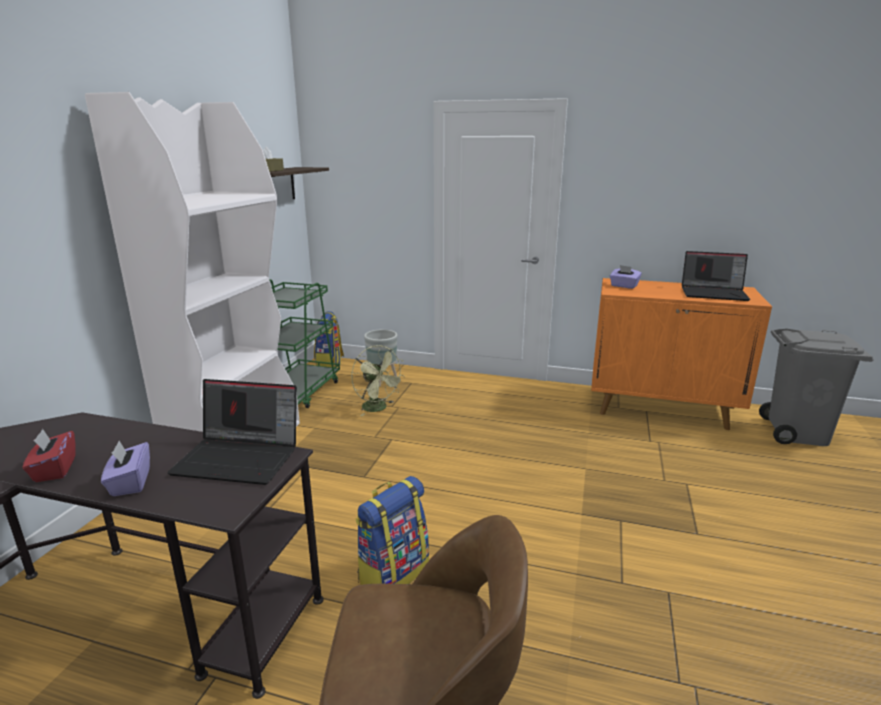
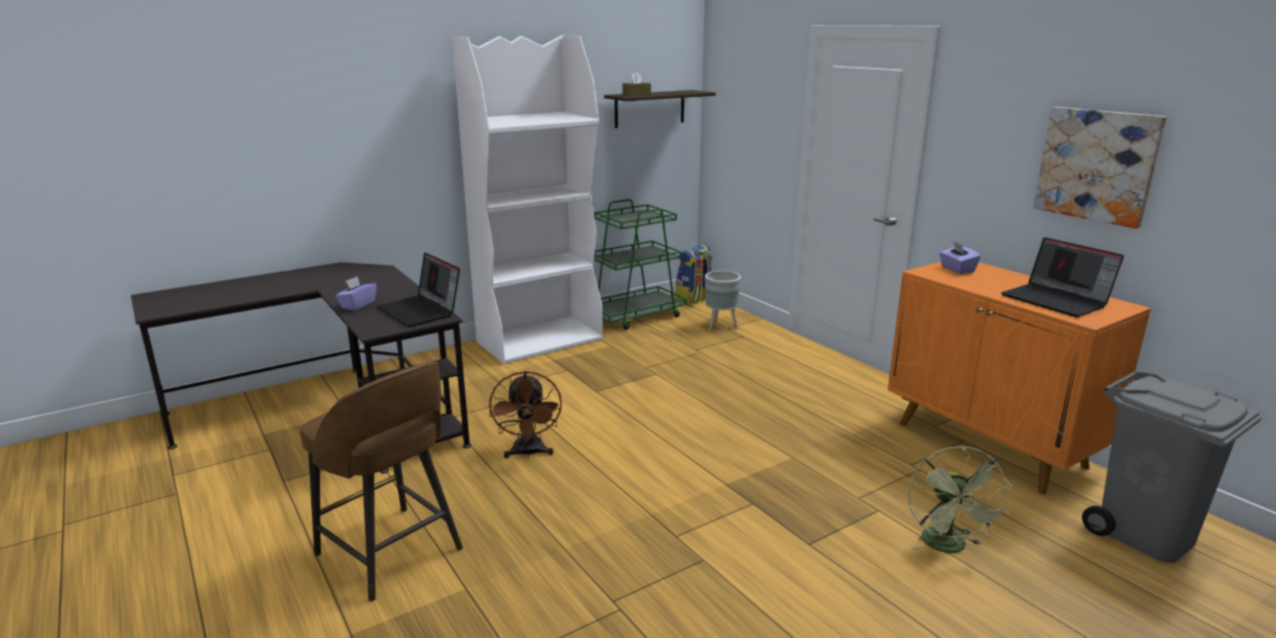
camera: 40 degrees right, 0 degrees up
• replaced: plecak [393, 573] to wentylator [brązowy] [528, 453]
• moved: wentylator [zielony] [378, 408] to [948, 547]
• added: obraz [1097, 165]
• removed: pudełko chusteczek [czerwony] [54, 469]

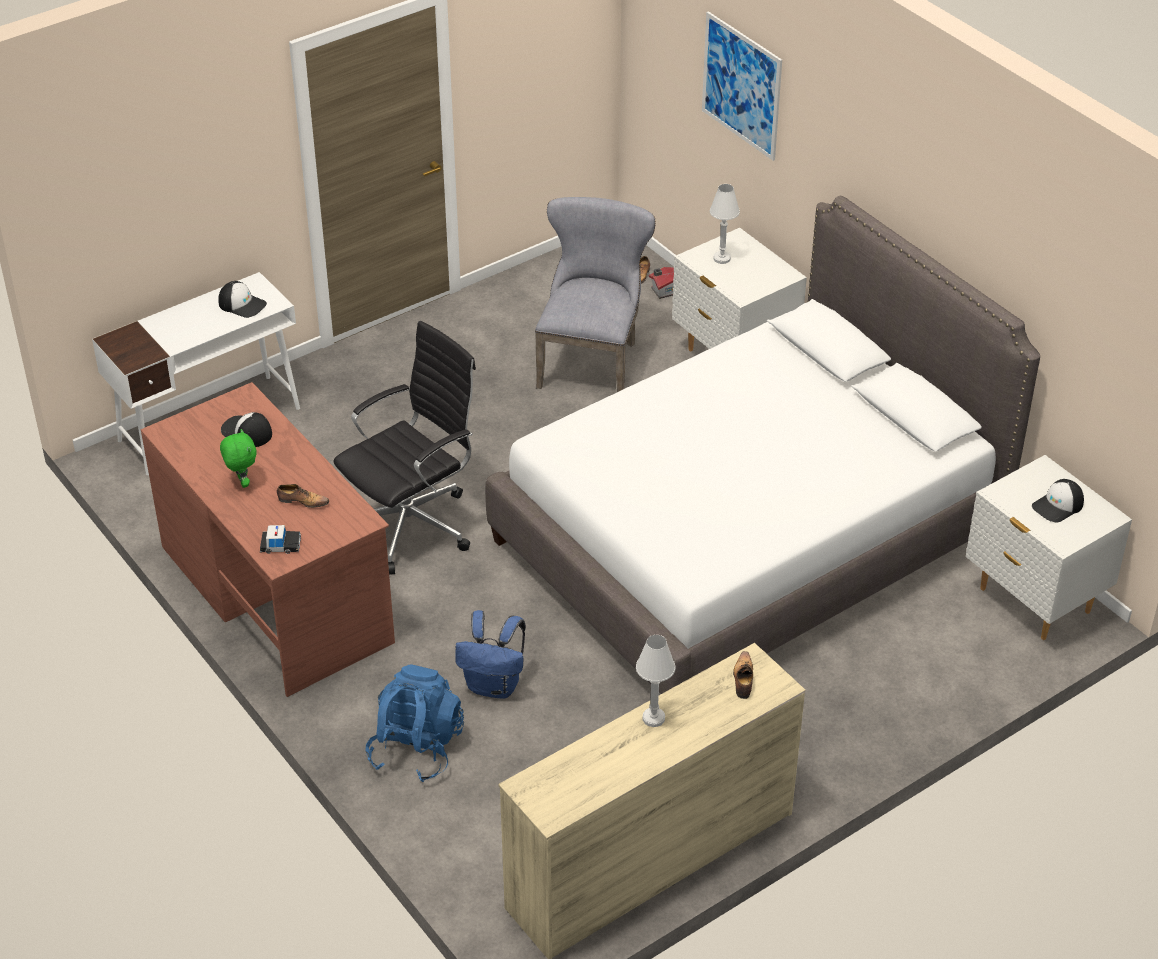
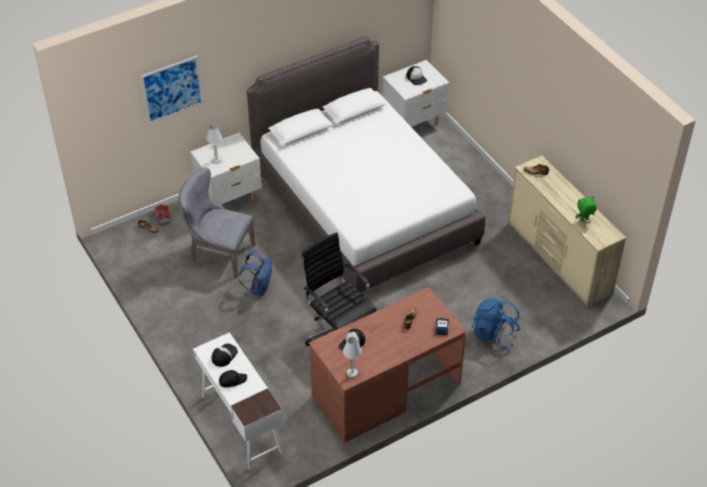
camera: 85 degrees left, 5 degrees up
• added: czapka z daszkiem [czarny] [232, 380]
• moved: plecak [niebieski] [494, 686] to [259, 288]
• moved: lampa stołowa [biały] [653, 718] to [352, 373]
• moved: pluszak [zielony] [242, 482] to [584, 220]

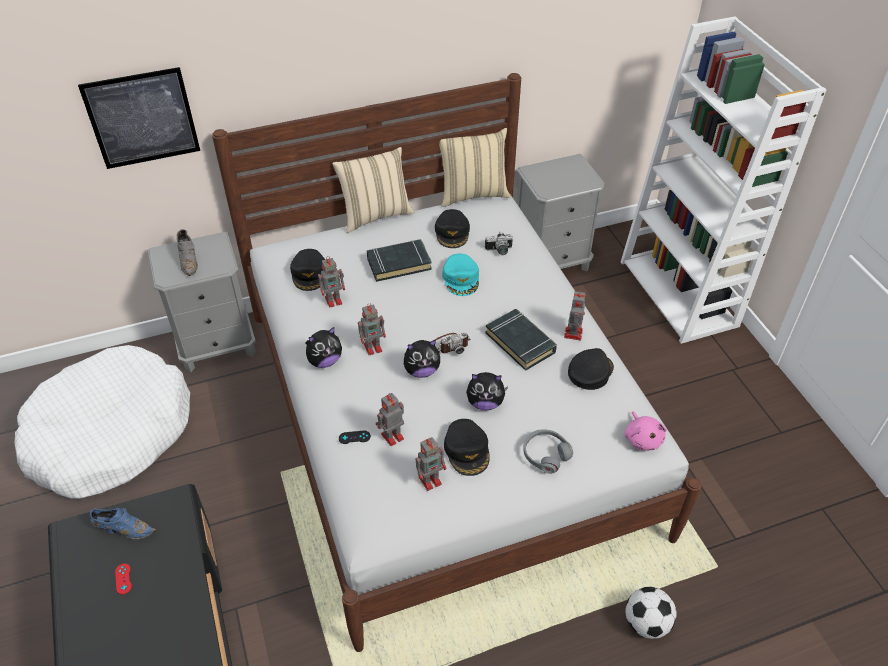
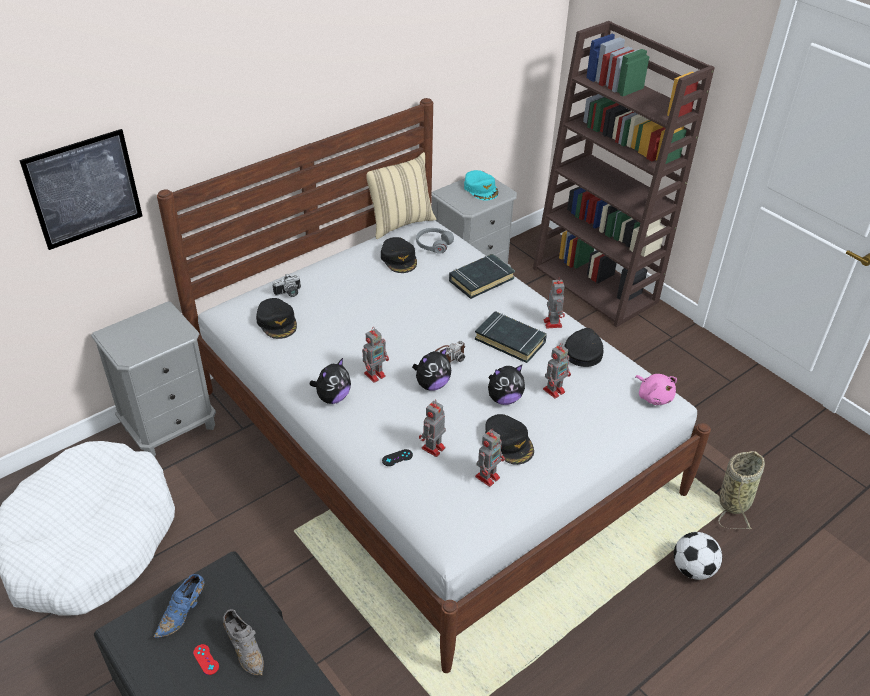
camera: 20 degrees left, 5 degrees down
• turned: but [niebieski] [124, 530] = [183, 613] 135 degrees clockwise
• moved: but [szary] [189, 261] to [245, 649]
• moved: aparat fotograficzny [499, 251] to [289, 293]
• moved: słuchawki [szary] [545, 454] to [433, 244]
• moved: książka [czarny] [399, 263] to [481, 279]
• moved: czapka z daszkiem [turkusowy] [461, 278] to [481, 189]
• recoloured: regał [biały] [679, 294] to regał [brązowy] [596, 285]
• moved: robot zabawkowy [334, 300] to [554, 390]
• added: koszyk [735, 500]
• removed: poduszka [beżowy] [375, 215]

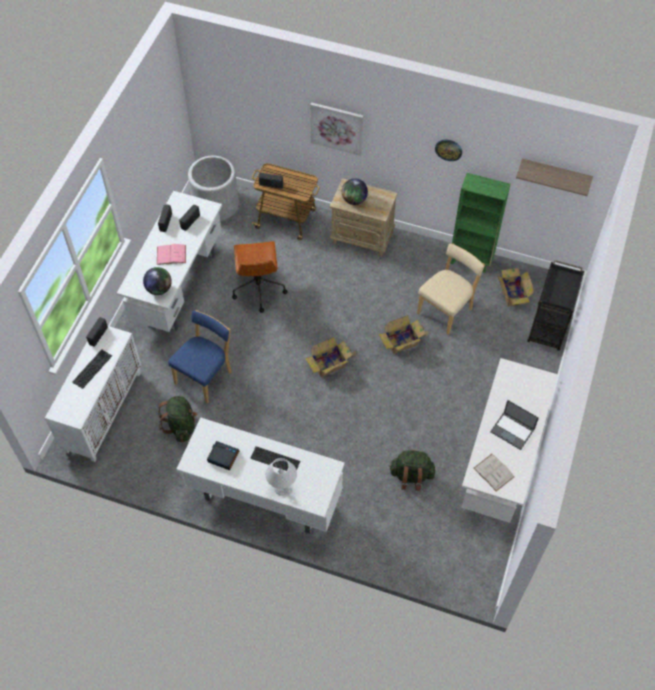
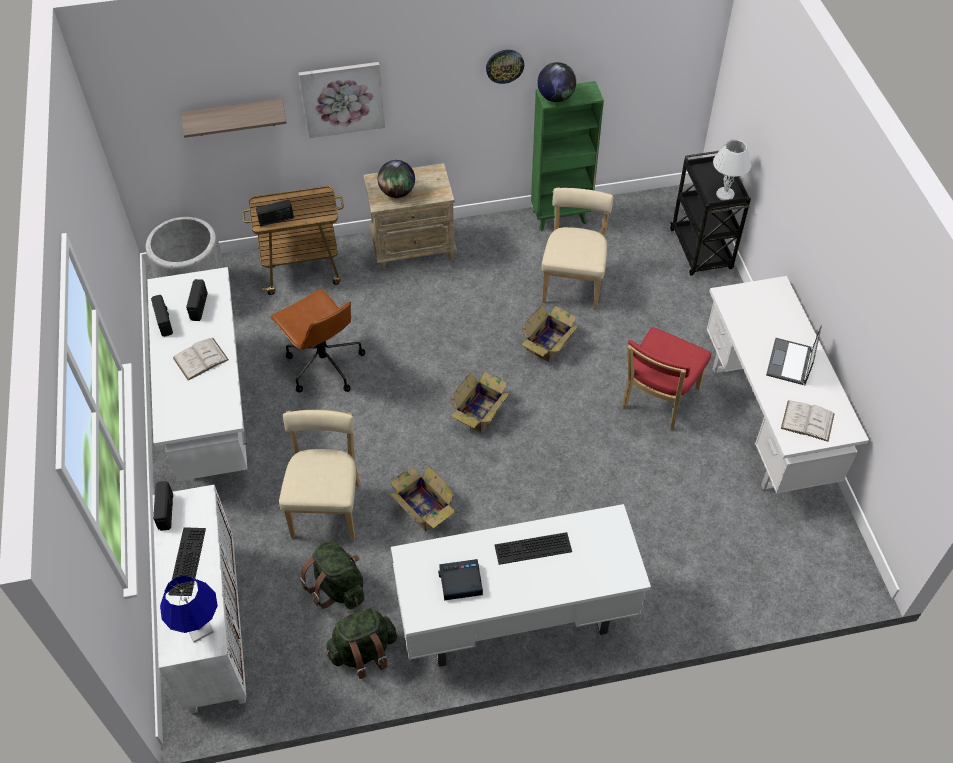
camera: 30 degrees left, 5 degrees down
• added: lampa stołowa [niebieski] [199, 628]
• recoloured: książka [różowy] [171, 254] to książka [biały] [200, 359]
• moved: półka [555, 174] to [235, 117]
• recoloured: krzesło [niebieski] [205, 376] to krzesło [beżowy] [328, 506]
• moved: plecak [zielony] [411, 476] to [363, 652]
• moved: karton [513, 293] to [422, 507]
• moved: globus [159, 289] to [555, 97]
• added: krzesło [czerwony] [658, 400]
• moved: lampa stołowa [biały] [282, 488] to [725, 194]
• turned: laptop [512, 431] = [790, 362] 105 degrees clockwise

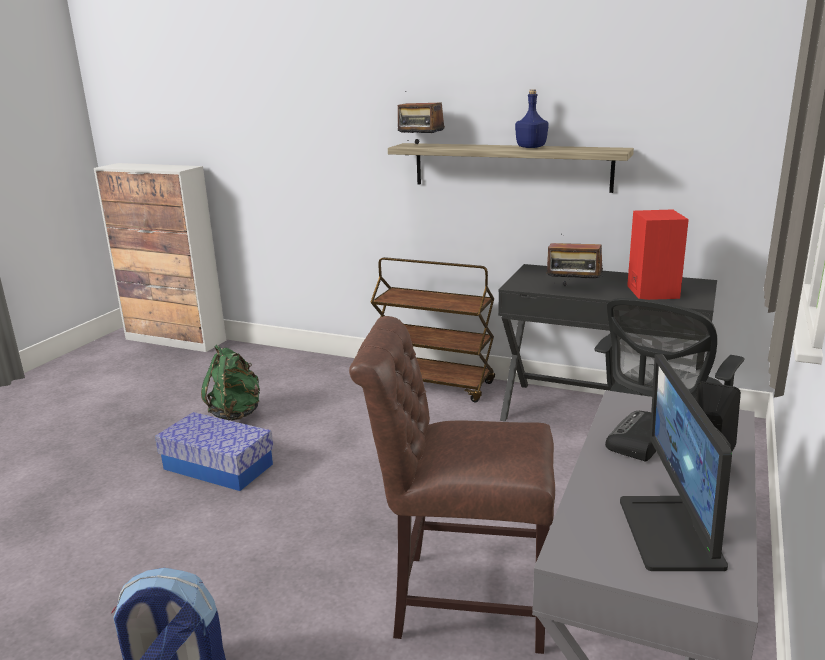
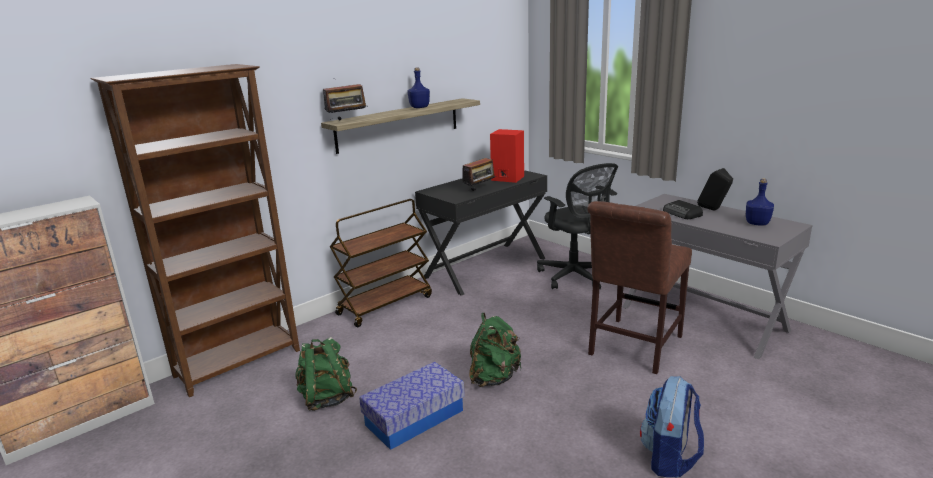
camera: 65 degrees left, 0 degrees up
• added: regał [brązowy] [239, 363]
• added: plecak [zielony] [493, 378]
• replaced: monitor [673, 533] to butelka [niebieski] [758, 223]

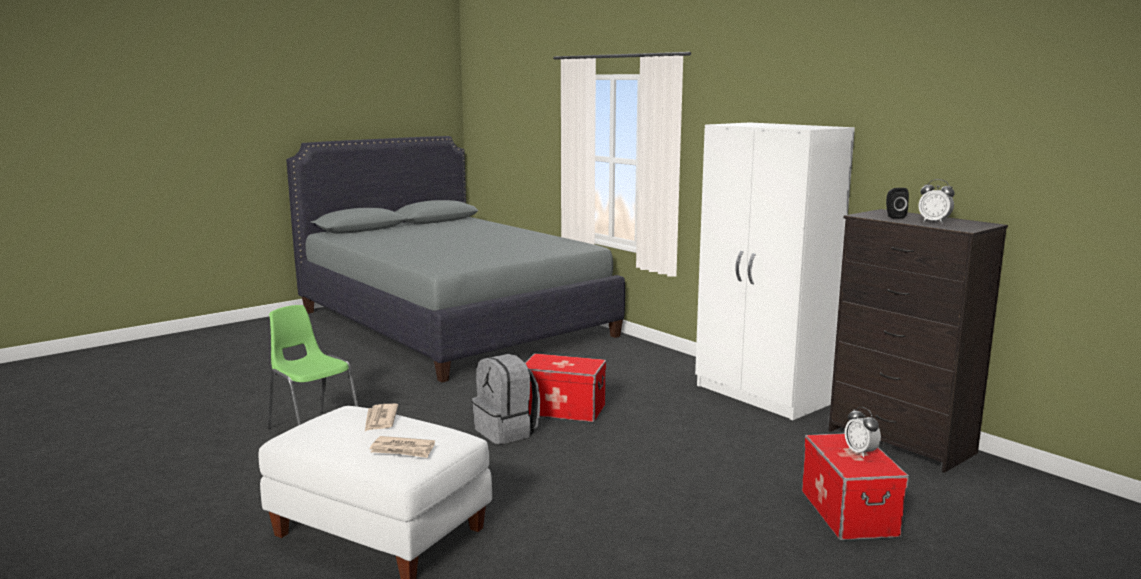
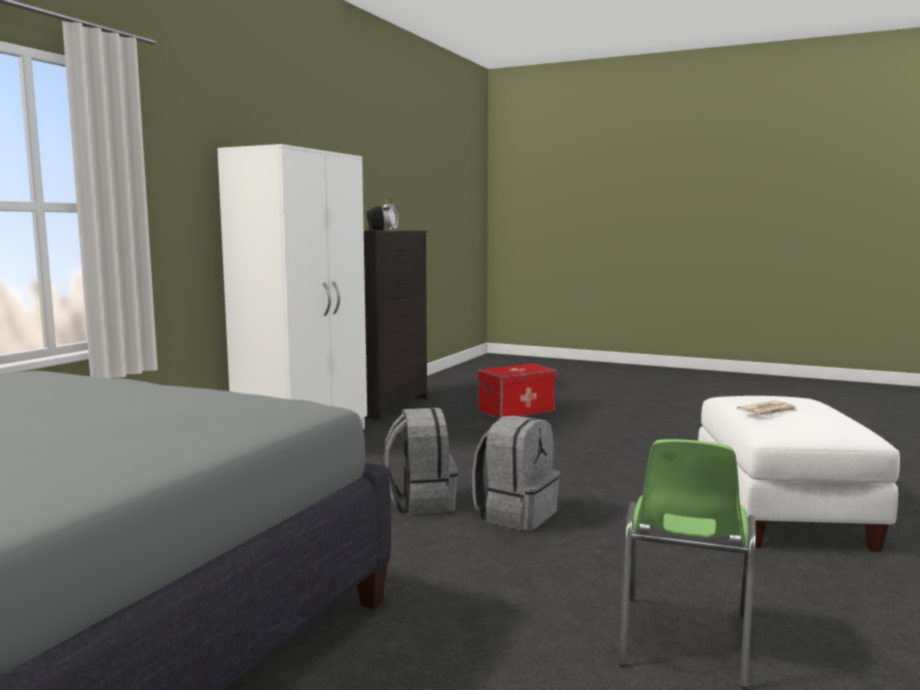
camera: 115 degrees left, 5 degrees down
• replaced: pojemnik do przechowywania [564, 410] to plecak [szary] [420, 502]
• removed: gazeta [403, 450]
• removed: budzik [860, 452]

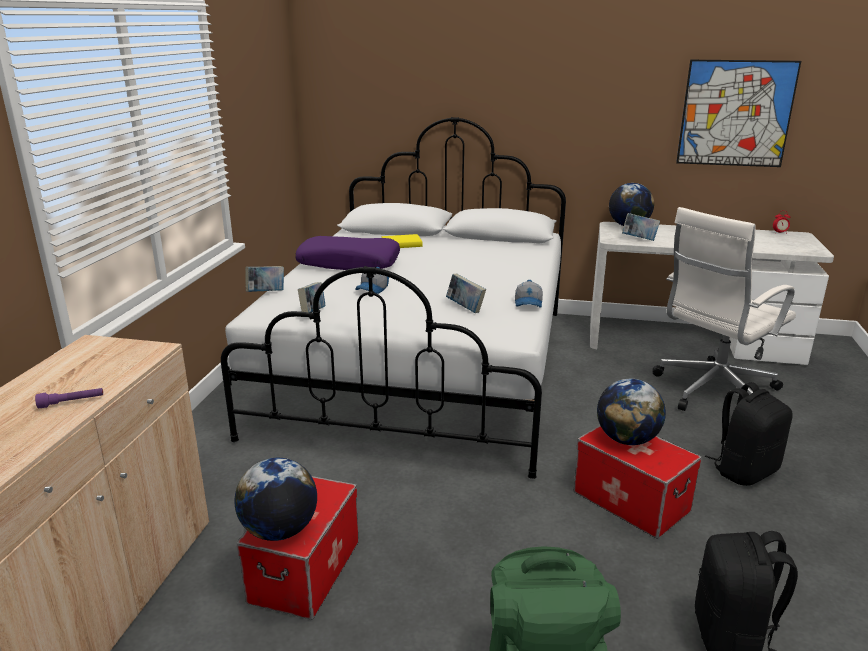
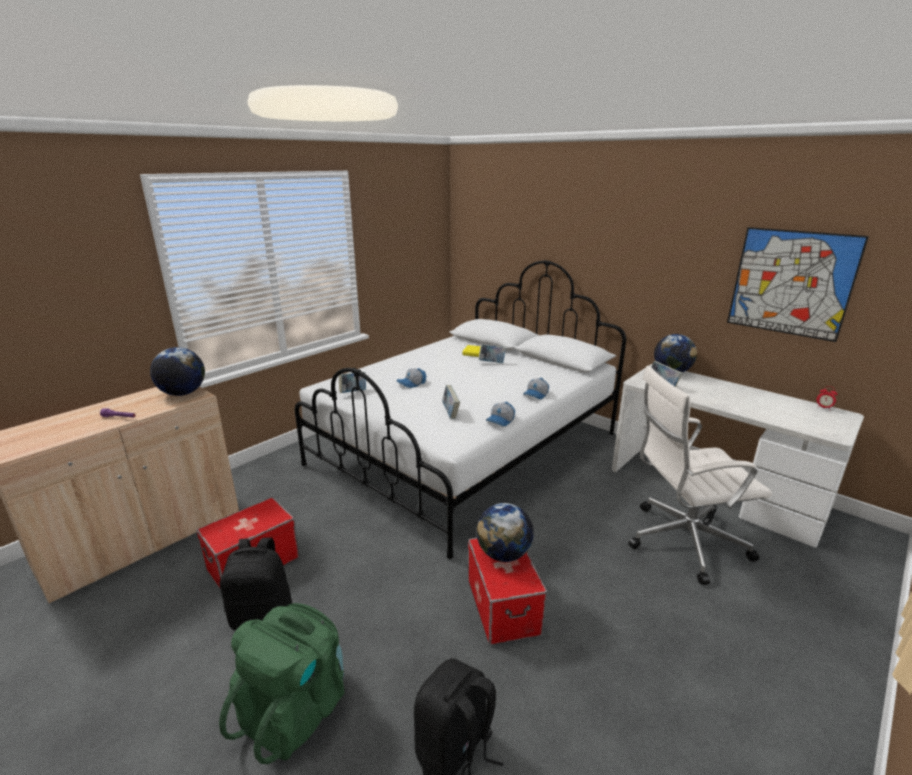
camera: 30 degrees right, 0 degrees up
• moved: globus [279, 531] to [183, 393]
• moved: plecak [czarny] [744, 470] to [262, 615]
• moved: książka [266, 293] to [491, 363]
• added: czapka z daszkiem [536, 394]
• removed: poduszka [fioletowy] [349, 263]

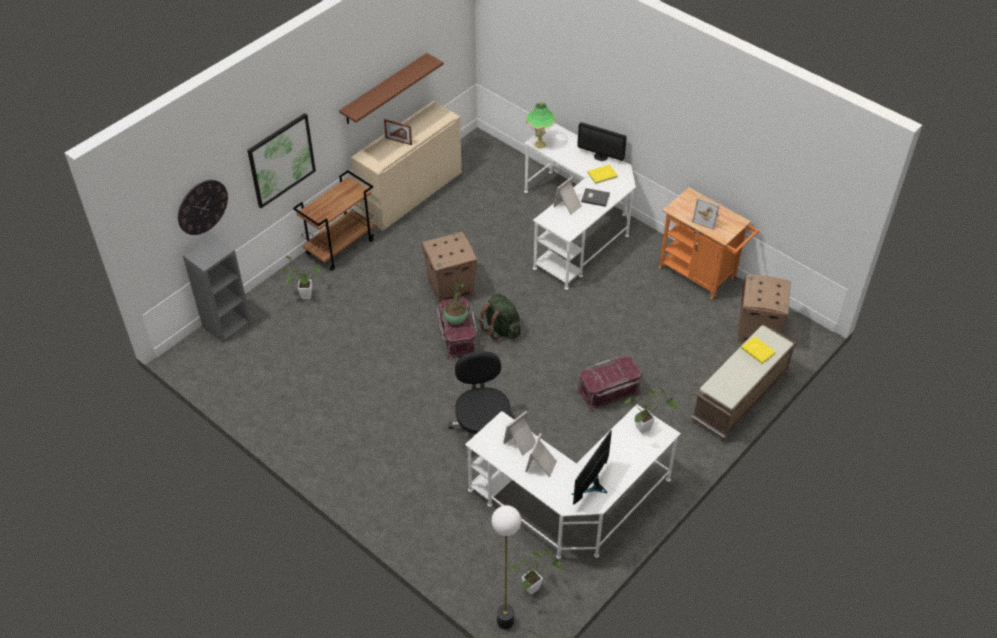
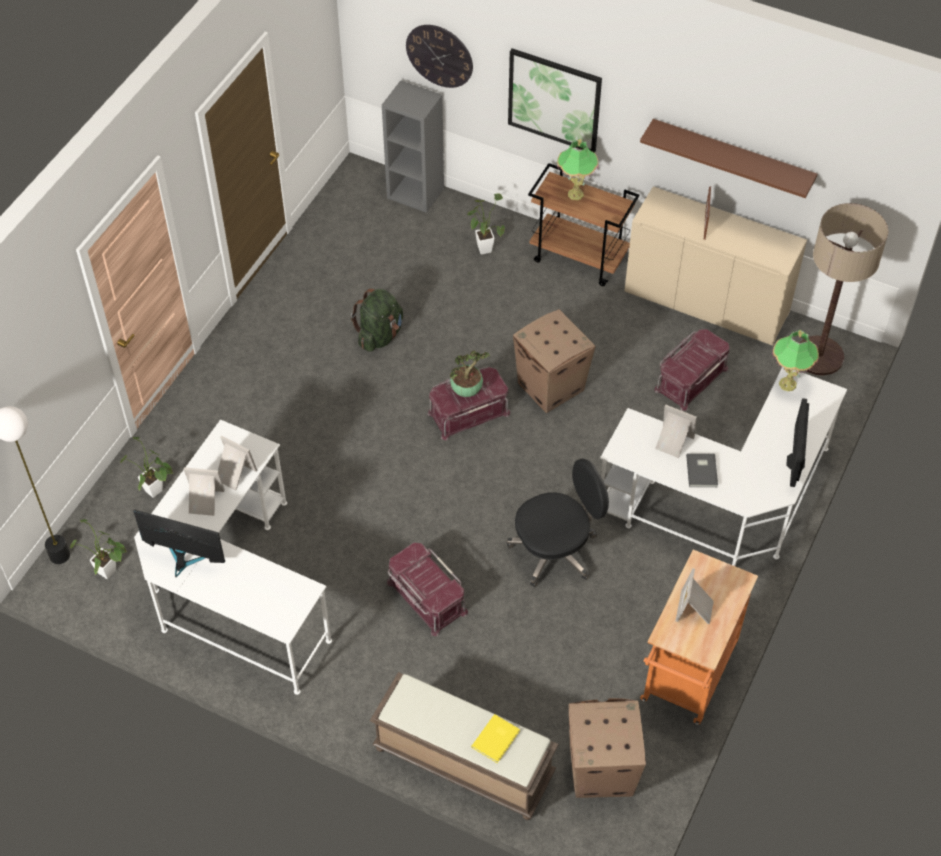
camera: 75 degrees right, 5 degrees up
• moved: roślina doniczkowa [645, 427] to [156, 493]
• moved: plecak [zielony] [501, 329] to [380, 335]
• moved: krzesło biurowe [czarny] [482, 429] to [555, 550]
• added: lampa stołowa [575, 194]
• added: pojemnik do przechowywania [czerwony] [690, 378]
• added: lampa stojąca [819, 356]
• removed: książka [żółty] [603, 175]

